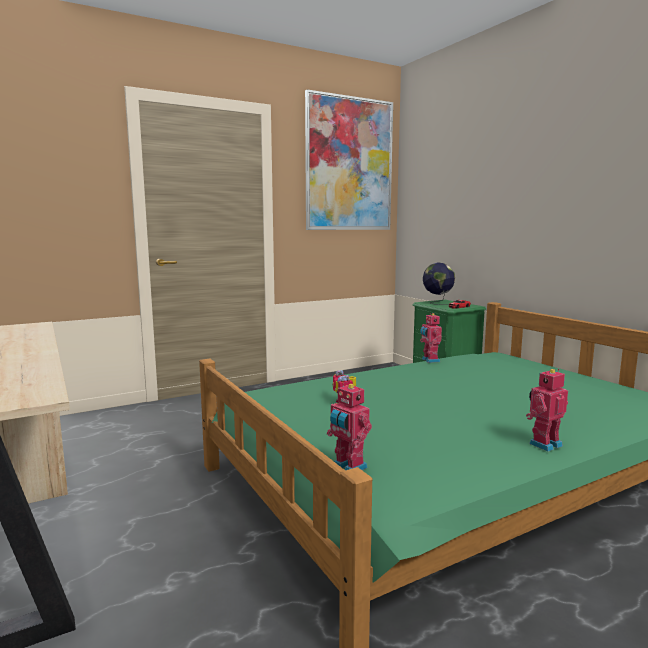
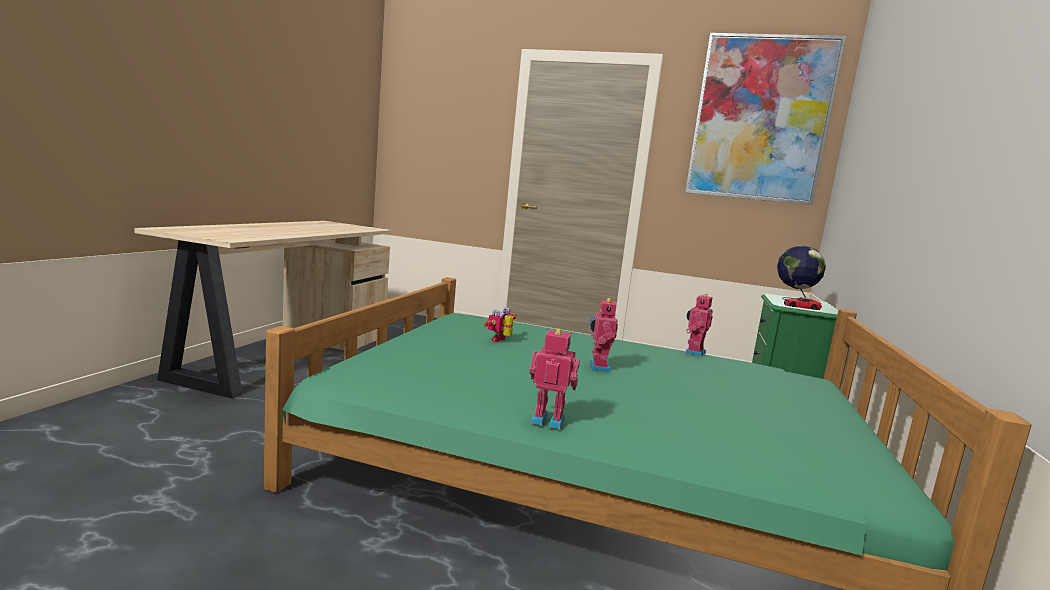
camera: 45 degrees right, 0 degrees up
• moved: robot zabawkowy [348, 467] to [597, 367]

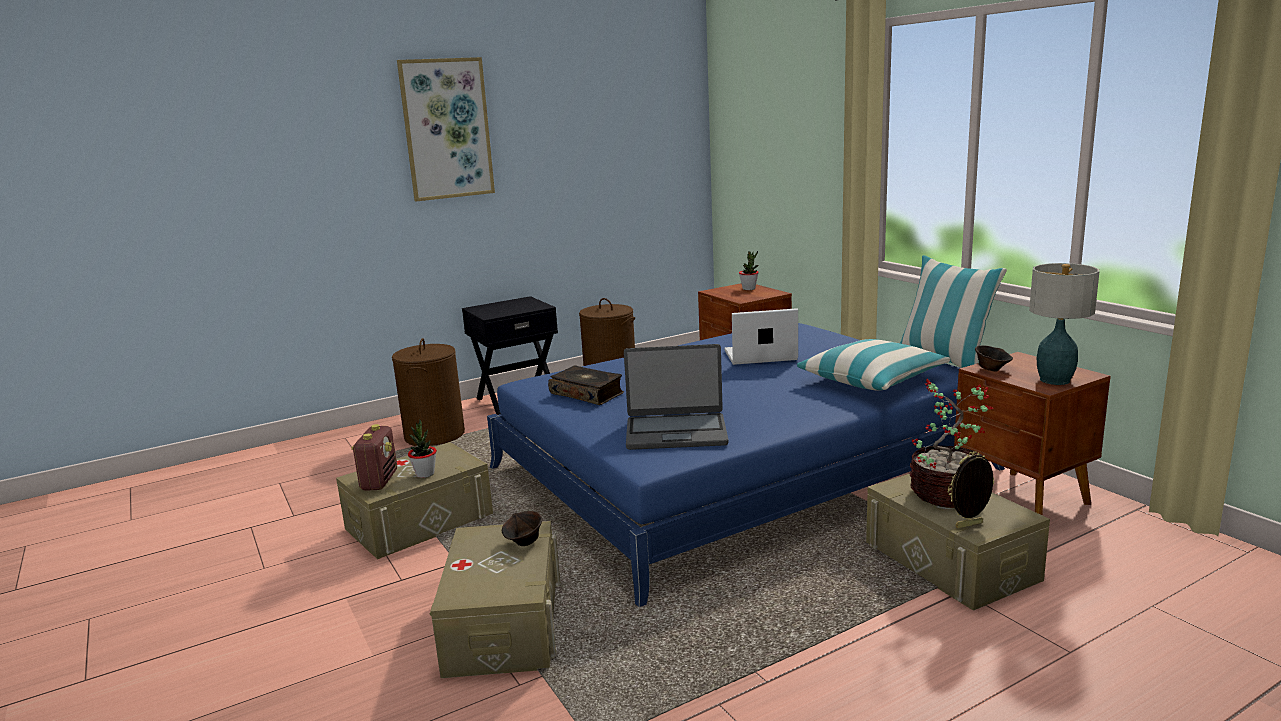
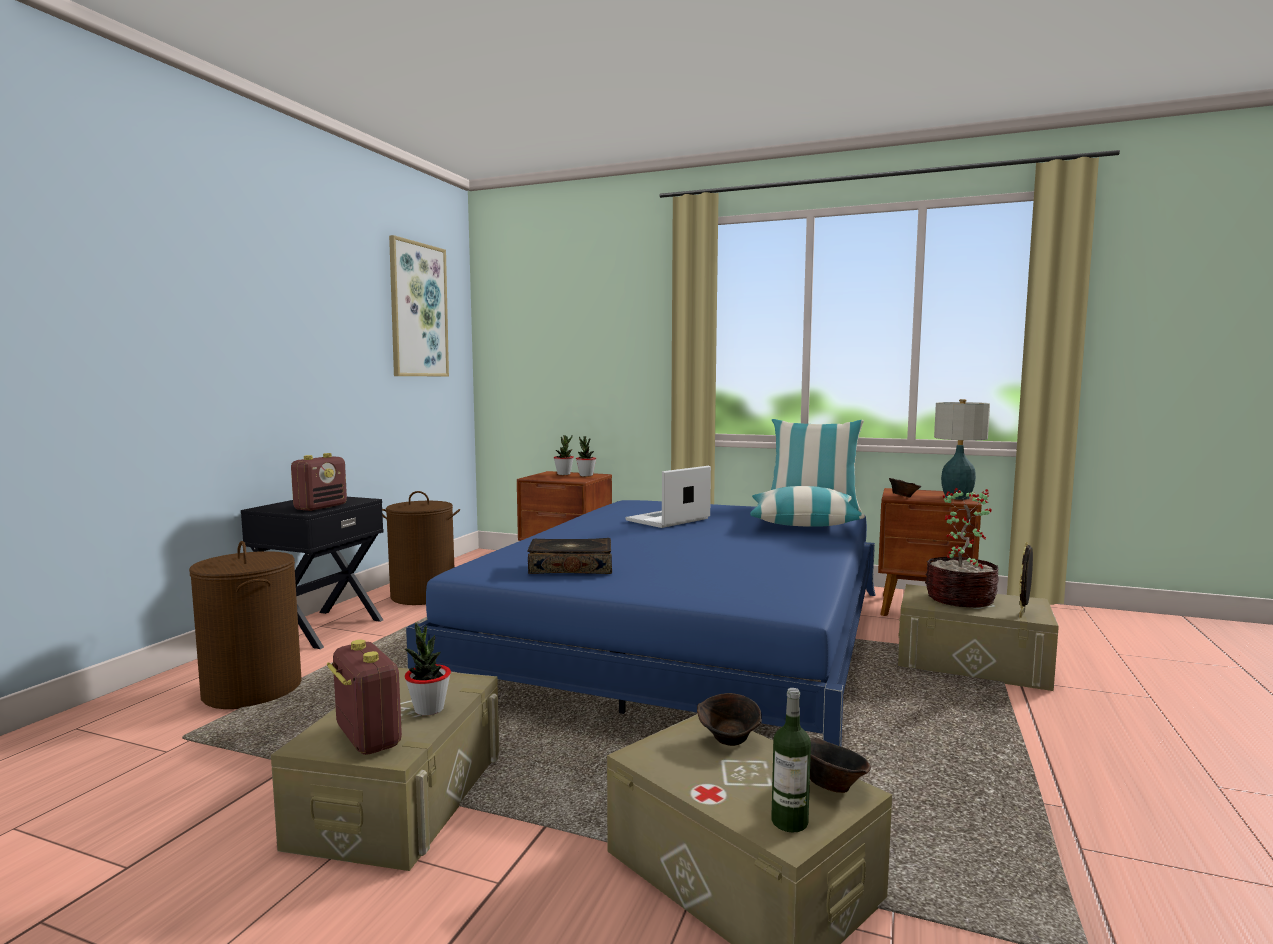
camera: 40 degrees left, 10 degrees down
• added: radio [321, 507]
• moved: obraz [446, 129] to [418, 310]
• added: roślina doniczkowa [586, 475]
• added: butelka [789, 821]
• added: miska [brązowy] [832, 786]
• removed: laptop [676, 432]

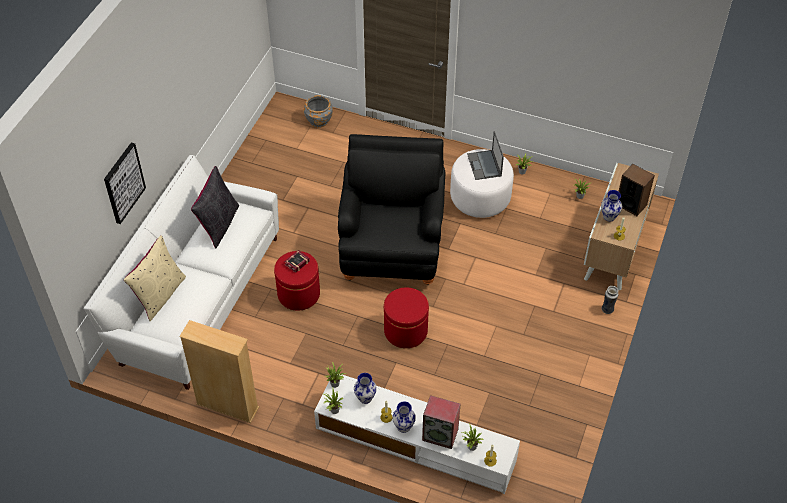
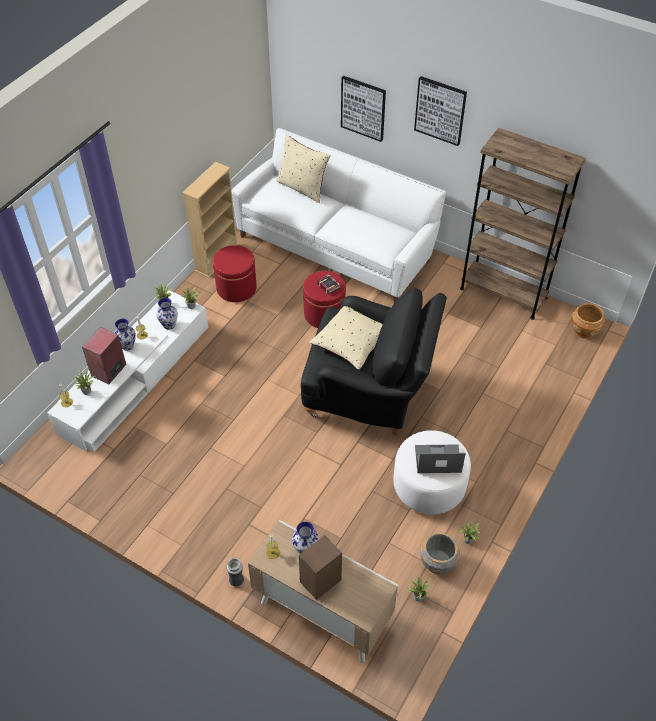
camera: 100 degrees right, 0 degrees up
• moved: pufa [czerwony] [405, 331] to [236, 288]
• added: poduszka [beżowy] [351, 343]
• added: obraz [440, 110]
• moved: donica [szary] [319, 120] to [437, 562]
• added: regał [brązowy] [503, 293]
• added: donica [brązowy] [584, 330]
• removed: poduszka [czarny] [219, 224]

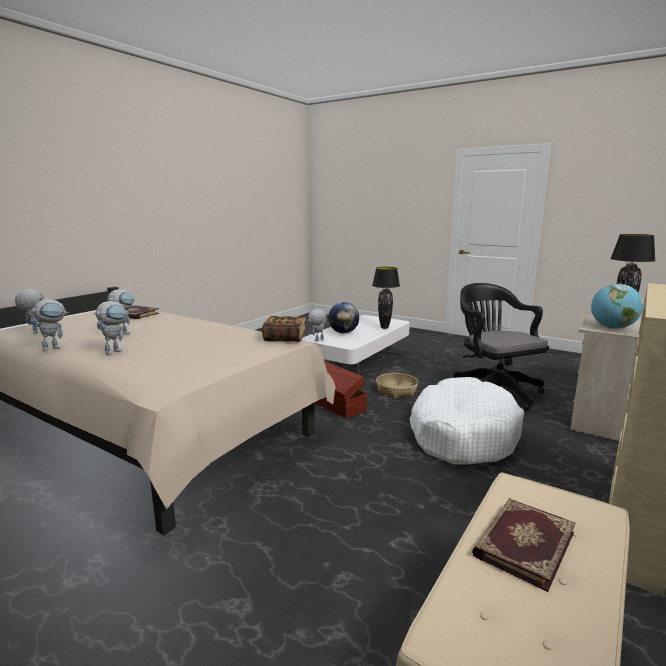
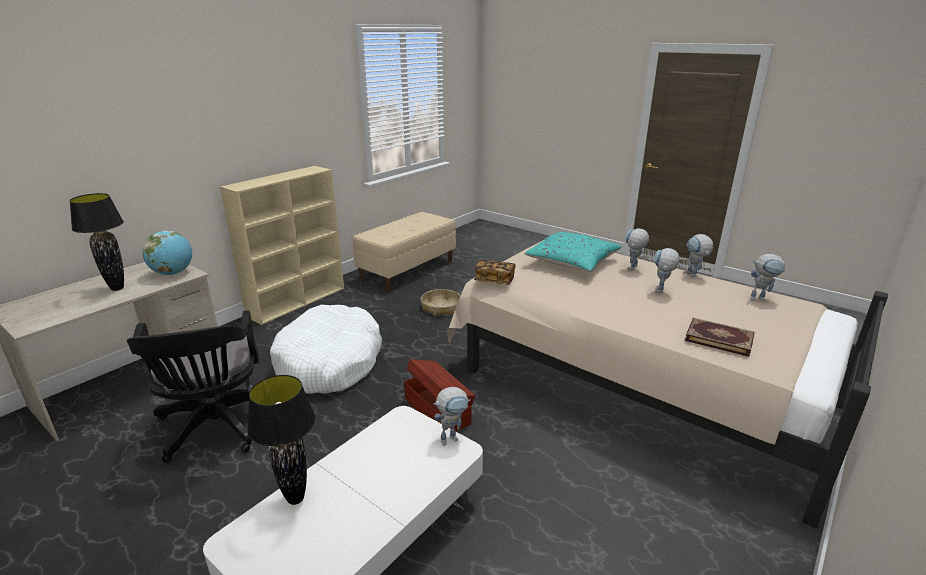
camera: 175 degrees left, 10 degrees up
• moved: koszyk [396, 391] to [441, 307]
• added: poduszka [turkusowy] [572, 262]
• turned: robot zabawkowy [55, 348] = [693, 276] 60 degrees counterclockwise
• removed: globus [343, 332]
• removed: książka [522, 543]

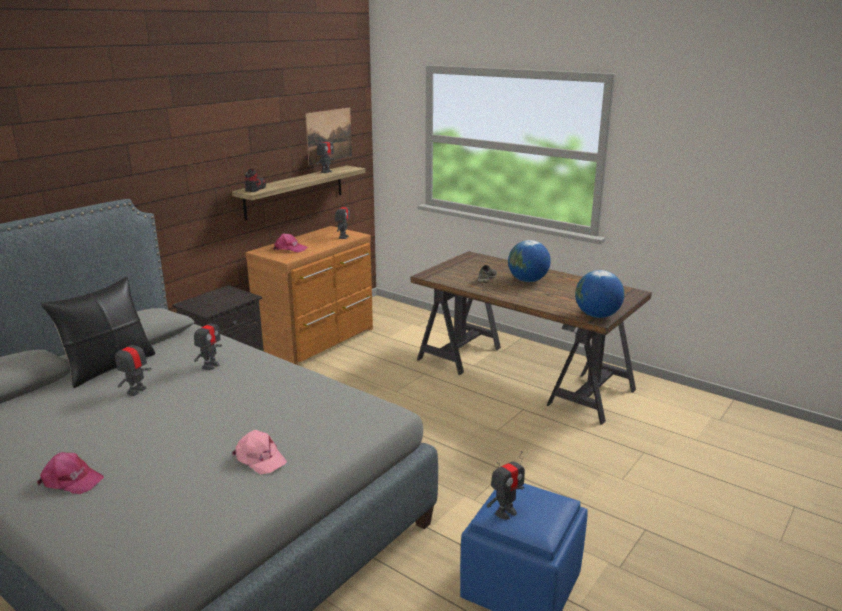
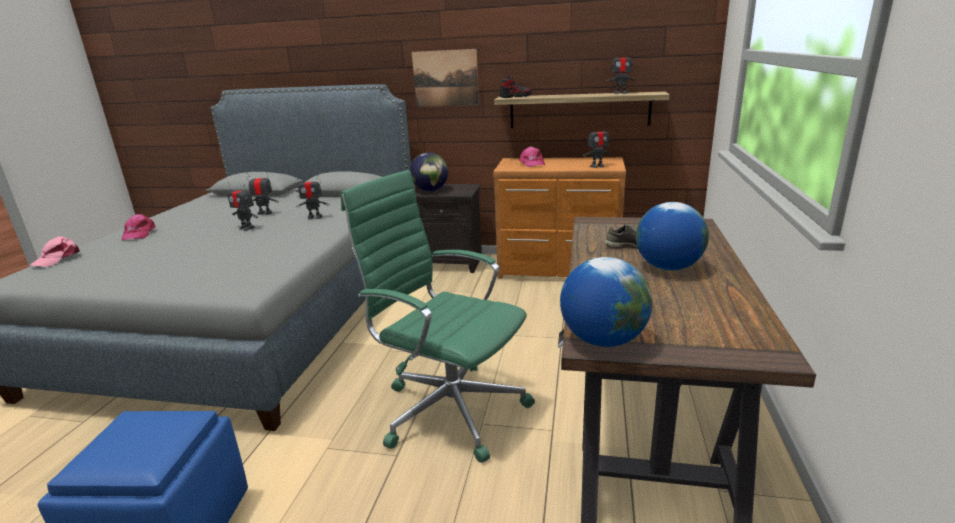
camera: 65 degrees right, 0 degrees up
• moved: czapka z daszkiem [różowy] [259, 458] to [57, 258]
• moved: robot zabawkowy [505, 512] to [247, 228]
• added: krzesło biurowe [zielony] [449, 408]
• added: globus [430, 190]
• moved: obraz [329, 135] to [445, 78]
• removed: poduszka [czarny] [109, 367]

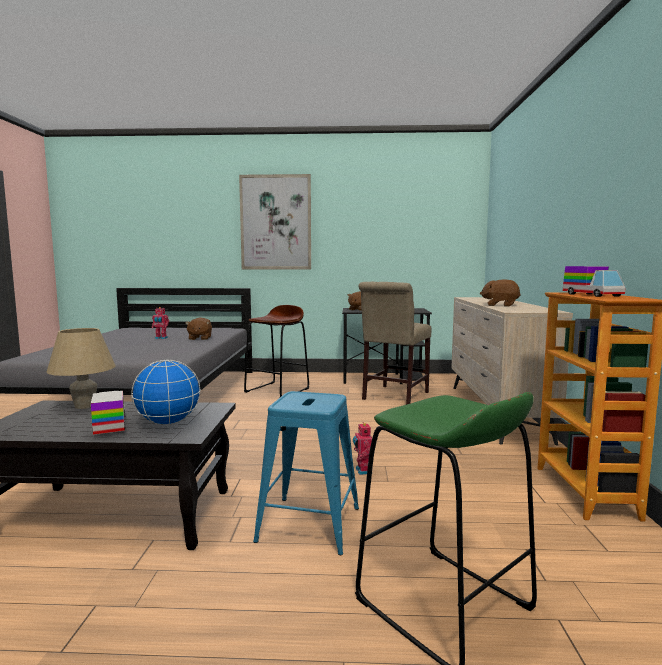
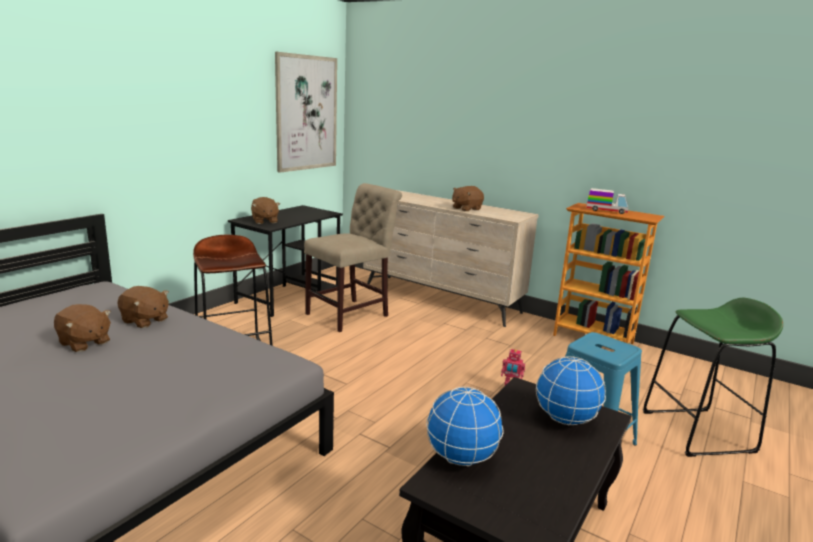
camera: 60 degrees left, 10 degrees up
• replaced: robot zabawkowy [161, 338] to pluszak [brązowy] [84, 343]
• moved: obraz [275, 222] to [306, 113]
• turned: krzesło [beżowy] [393, 396] = [351, 314] 105 degrees counterclockwise
• replaced: lampa stołowa [beżowy] [84, 406] to globus [461, 458]
• removed: ciężarówka zabawkowa [110, 425]

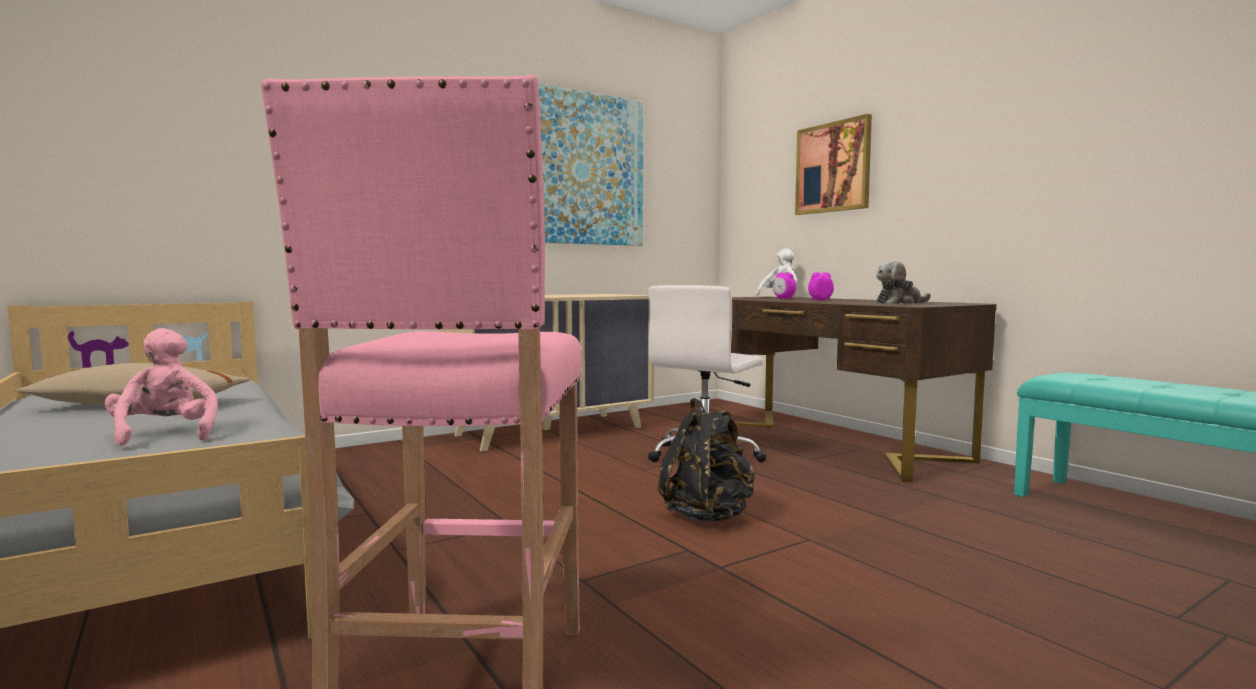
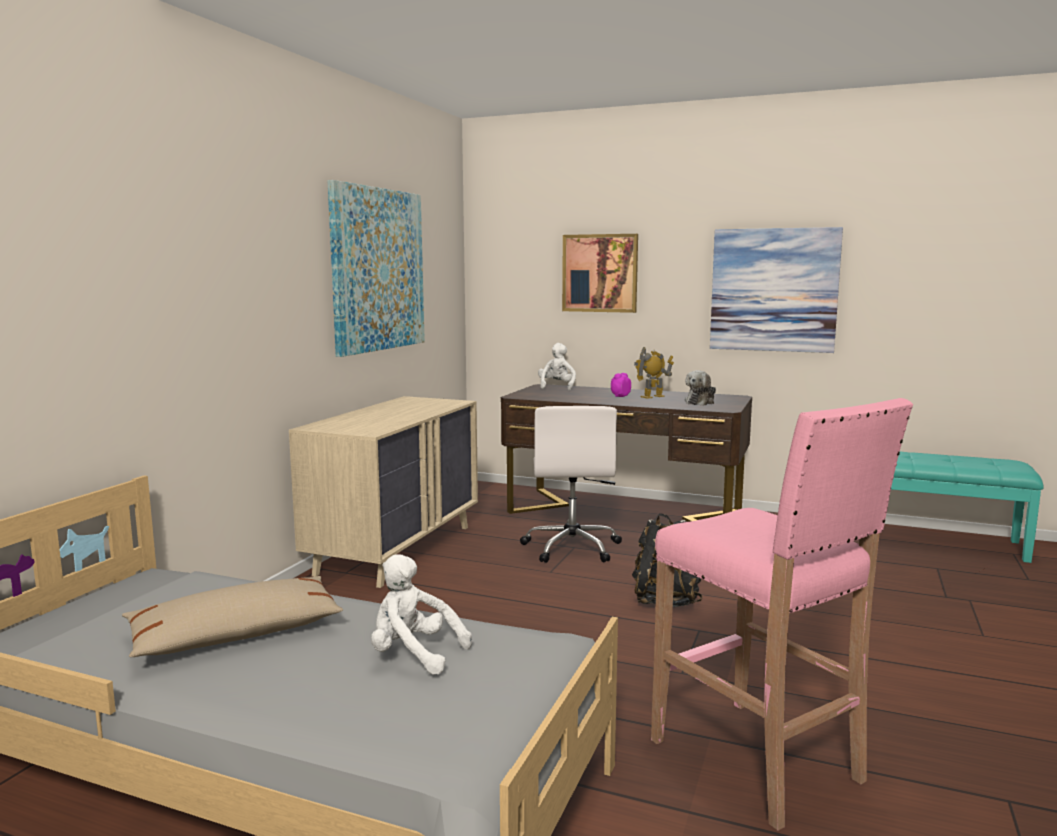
camera: 35 degrees left, 5 degrees up
• recoloured: pluszak [różowy] [165, 435] to pluszak [biały] [414, 654]
• added: robot zabawkowy [652, 396]
• added: obraz [773, 290]
• removed: budzik [784, 298]

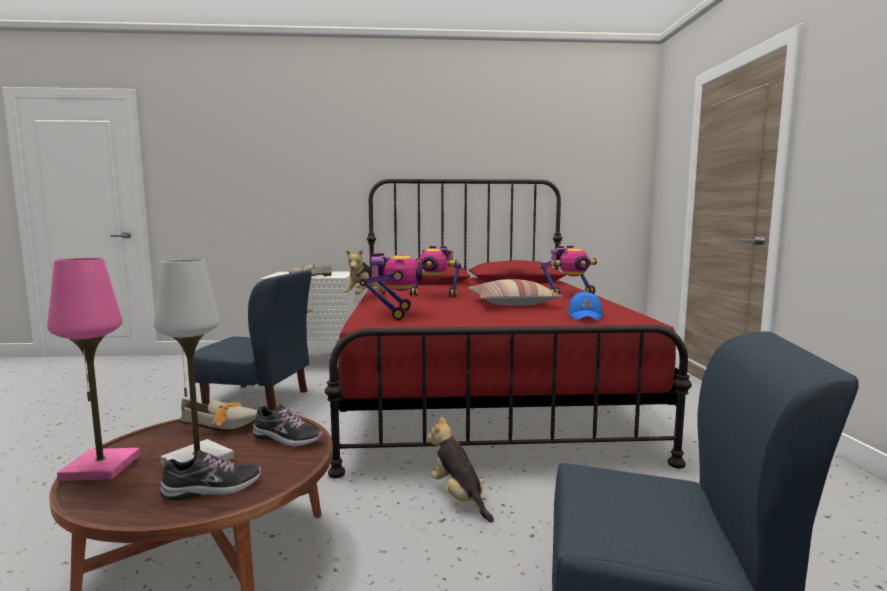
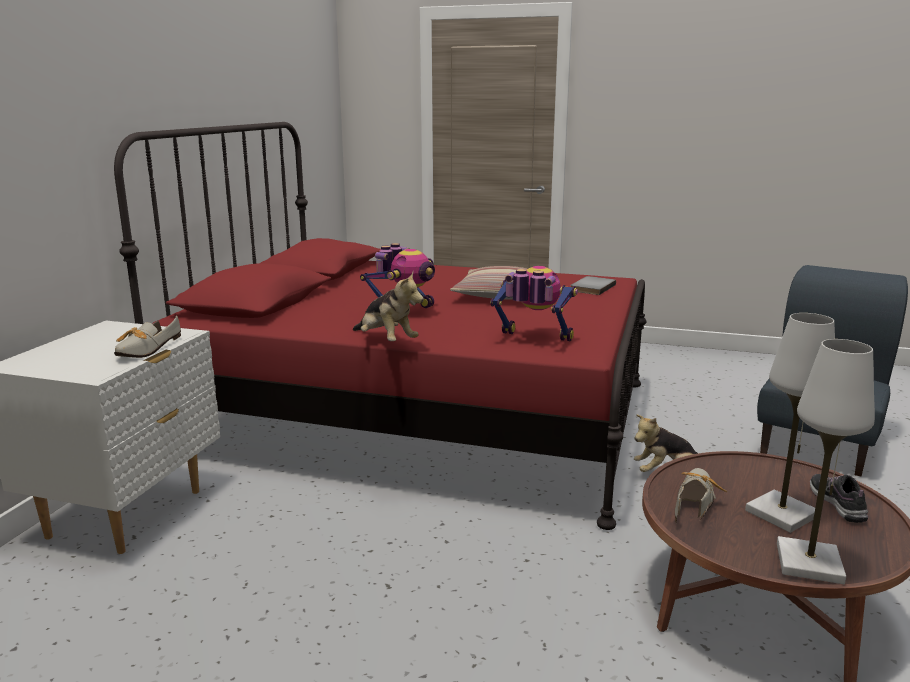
camera: 70 degrees left, 10 degrees up
• replaced: czapka z daszkiem [niebieski] [585, 316] to książka [szary] [591, 287]
• recoloured: lampa stołowa [różowy] [101, 467] to lampa stołowa [biały] [809, 563]
• removed: krzesło [niebieski] [258, 399]
• removed: but [287, 439]
• removed: robot zabawkowy [569, 294]

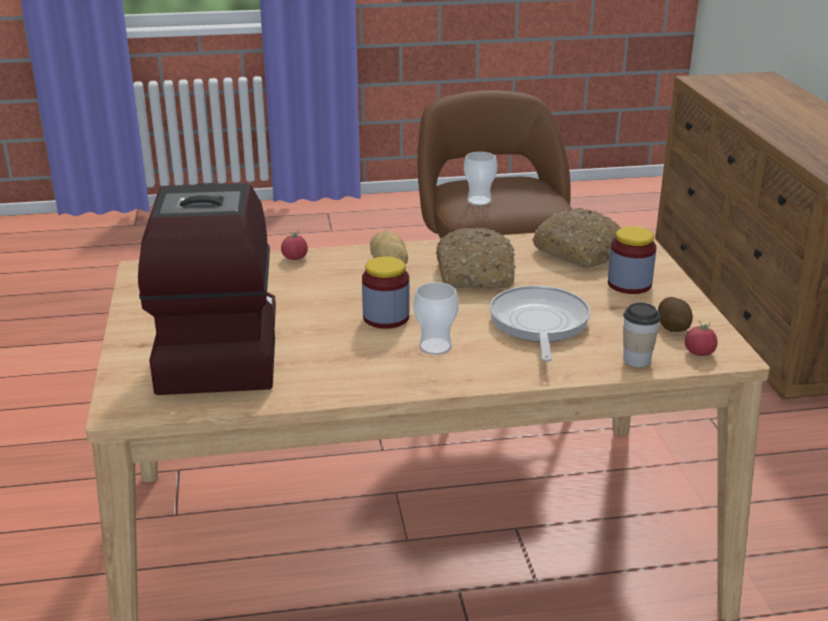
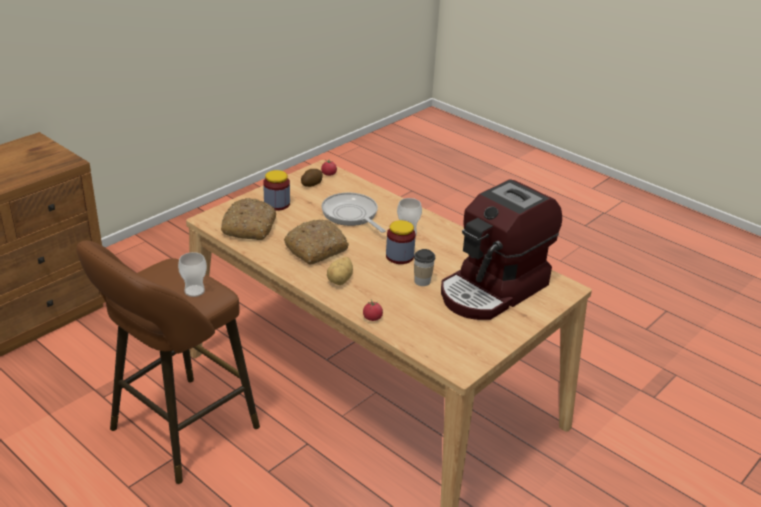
camera: 130 degrees left, 5 degrees up
• turned: patelnia [538, 324] = [351, 215] 90 degrees clockwise
• moved: filiżanka [636, 360] to [422, 281]

